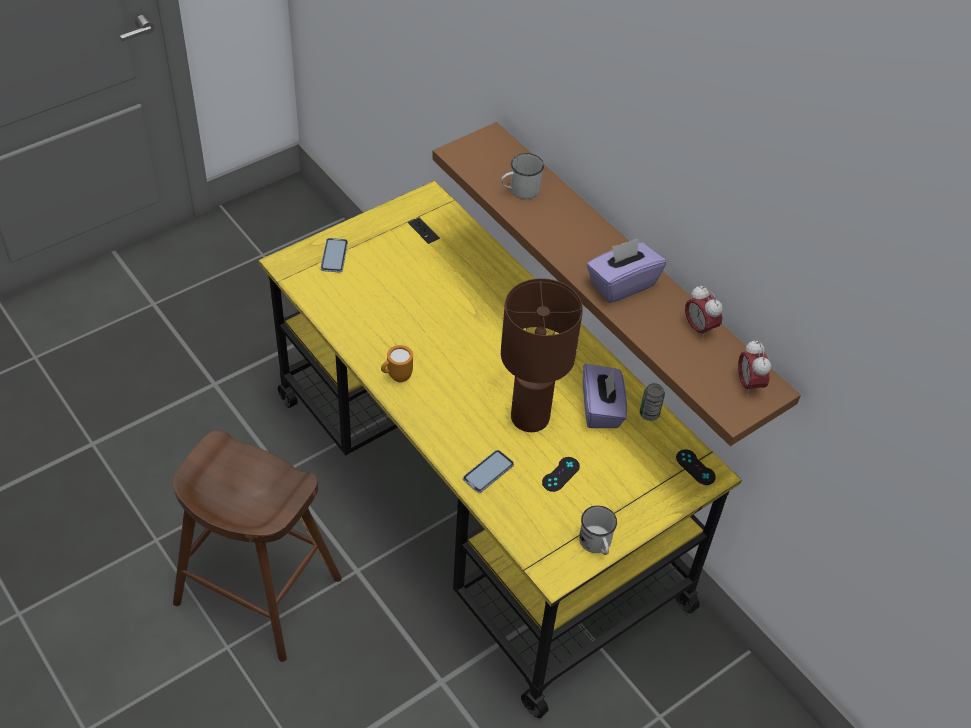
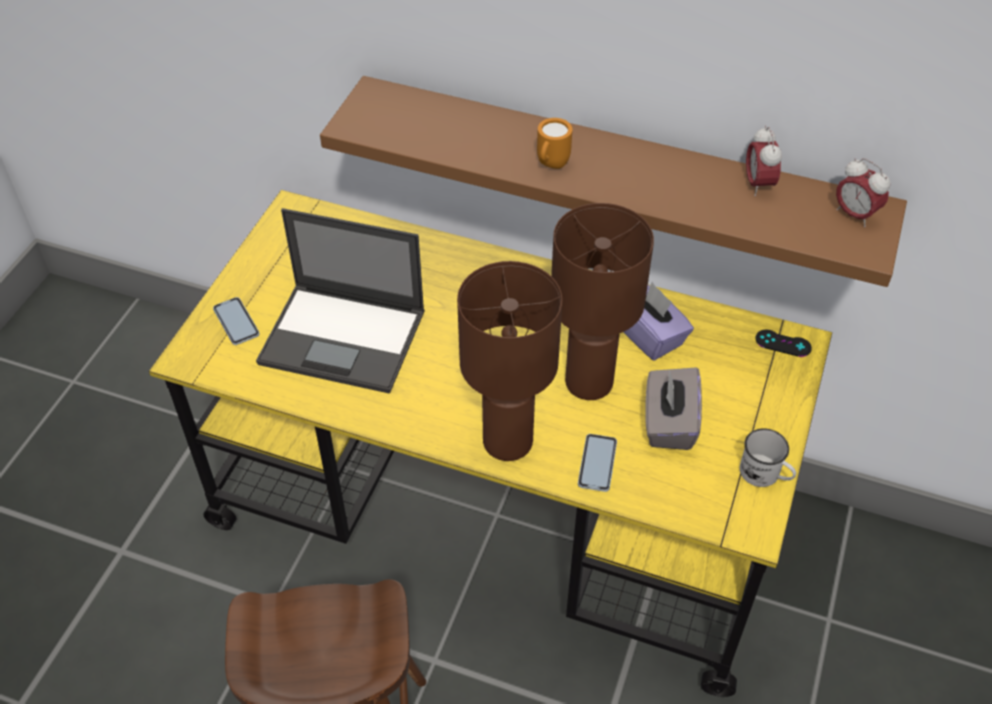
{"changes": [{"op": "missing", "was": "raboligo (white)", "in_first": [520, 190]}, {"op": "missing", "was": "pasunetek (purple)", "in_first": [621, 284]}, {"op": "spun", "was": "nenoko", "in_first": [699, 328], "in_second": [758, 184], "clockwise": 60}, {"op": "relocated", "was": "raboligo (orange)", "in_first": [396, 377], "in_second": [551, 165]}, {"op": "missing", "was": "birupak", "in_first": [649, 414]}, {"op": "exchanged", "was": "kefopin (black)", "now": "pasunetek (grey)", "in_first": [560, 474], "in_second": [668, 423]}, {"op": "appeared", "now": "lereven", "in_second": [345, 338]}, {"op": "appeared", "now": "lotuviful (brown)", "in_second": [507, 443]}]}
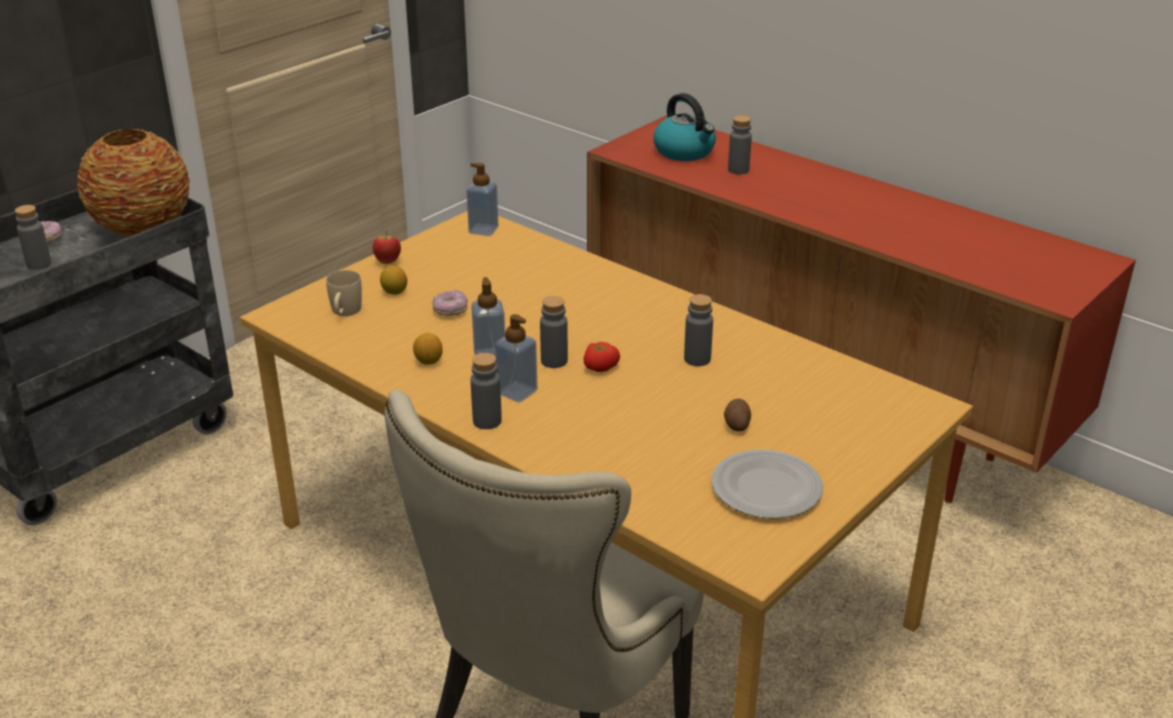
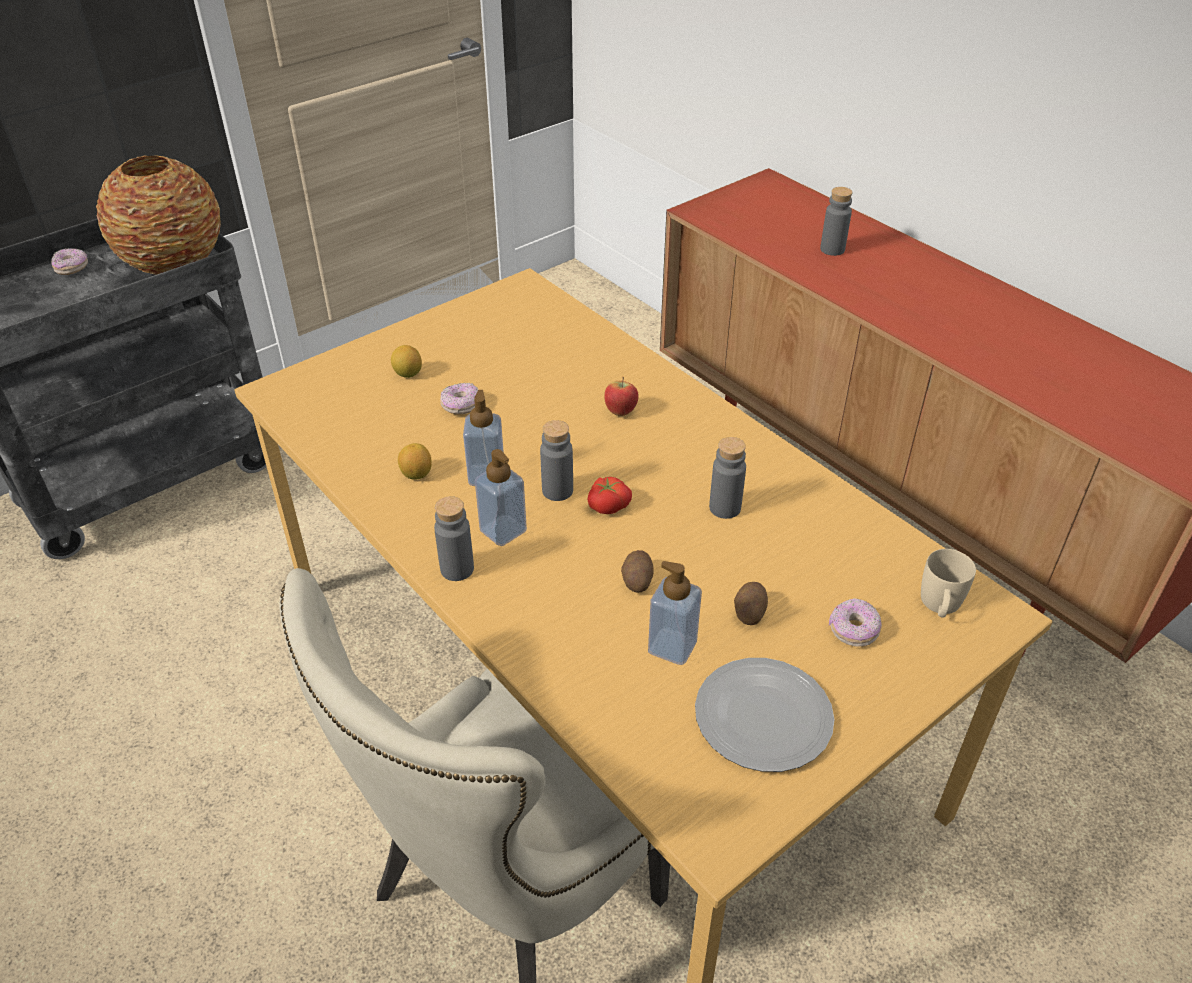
{"changes": [{"op": "missing", "was": "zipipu", "in_first": [685, 152]}, {"op": "relocated", "was": "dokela", "in_first": [483, 230], "in_second": [672, 647]}, {"op": "missing", "was": "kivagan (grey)", "in_first": [39, 264]}, {"op": "relocated", "was": "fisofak", "in_first": [387, 262], "in_second": [620, 412]}, {"op": "relocated", "was": "raboligo (beige)", "in_first": [345, 313], "in_second": [939, 606]}, {"op": "appeared", "now": "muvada", "in_second": [637, 580]}, {"op": "appeared", "now": "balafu", "in_second": [853, 630]}]}
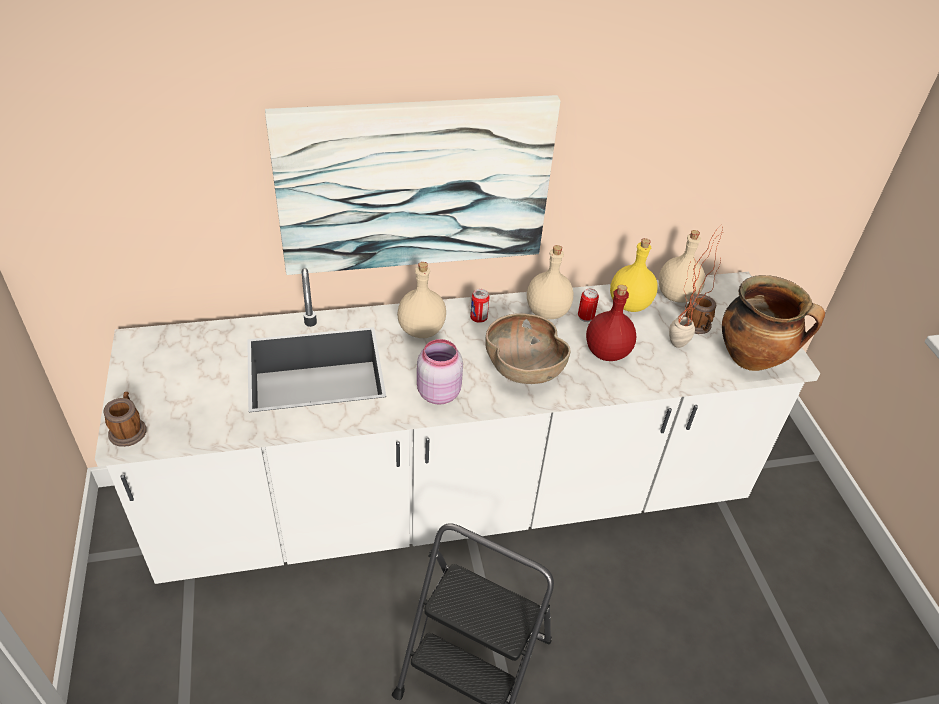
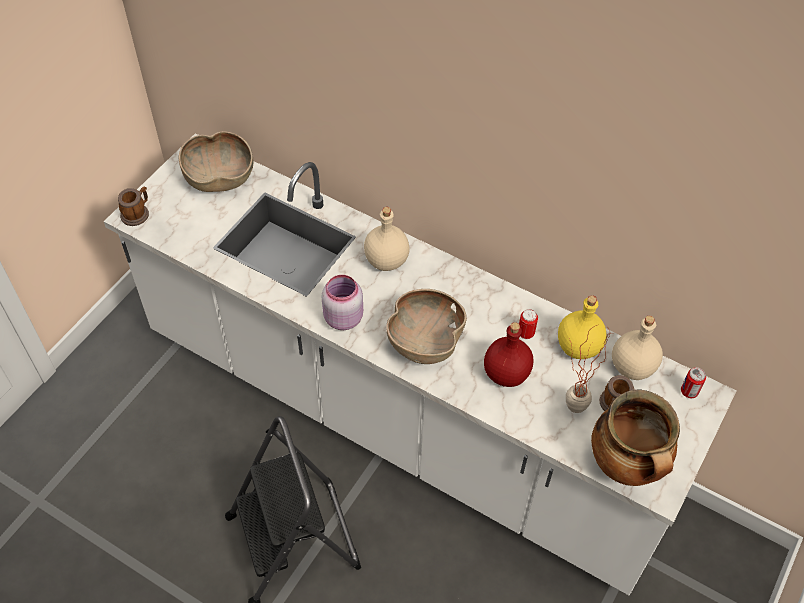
{"changes": [{"op": "missing", "was": "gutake", "in_first": [415, 185]}, {"op": "missing", "was": "kivagan (beige)", "in_first": [547, 312]}, {"op": "relocated", "was": "birupak", "in_first": [478, 318], "in_second": [689, 391]}, {"op": "appeared", "now": "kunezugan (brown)", "in_second": [219, 178]}]}
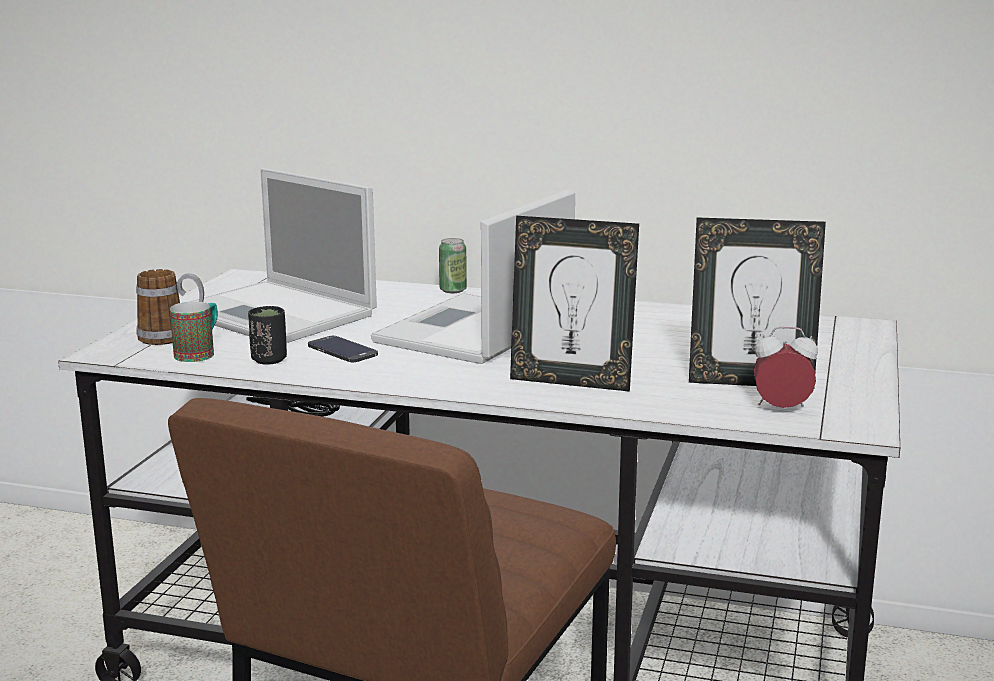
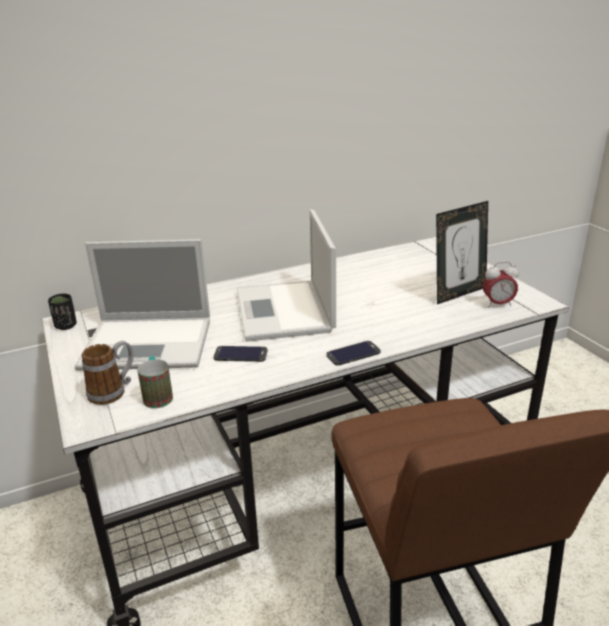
{"changes": [{"op": "missing", "was": "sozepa", "in_first": [571, 381]}, {"op": "missing", "was": "birupak", "in_first": [453, 290]}, {"op": "relocated", "was": "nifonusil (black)", "in_first": [269, 360], "in_second": [66, 326]}, {"op": "spun", "was": "nenoko", "in_first": [781, 409], "in_second": [497, 304], "clockwise": -150}, {"op": "appeared", "now": "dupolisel", "in_second": [353, 353]}]}
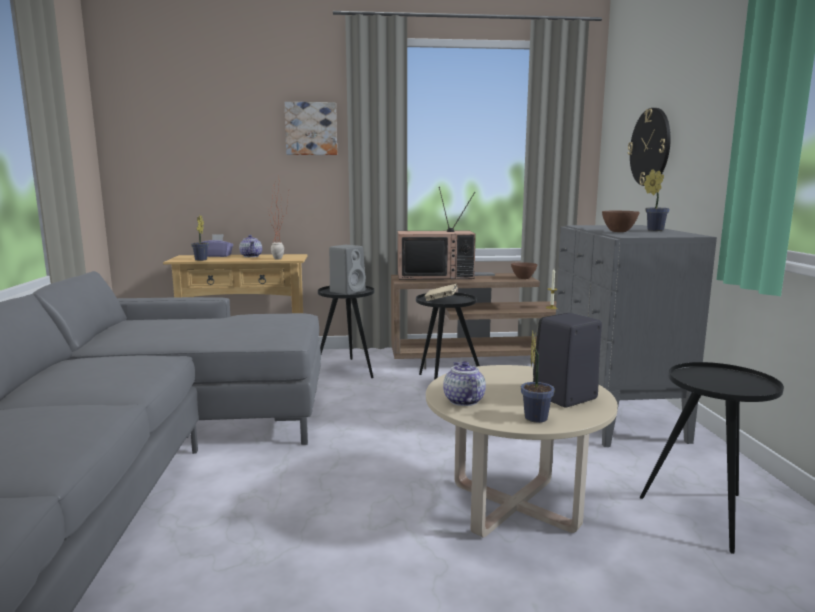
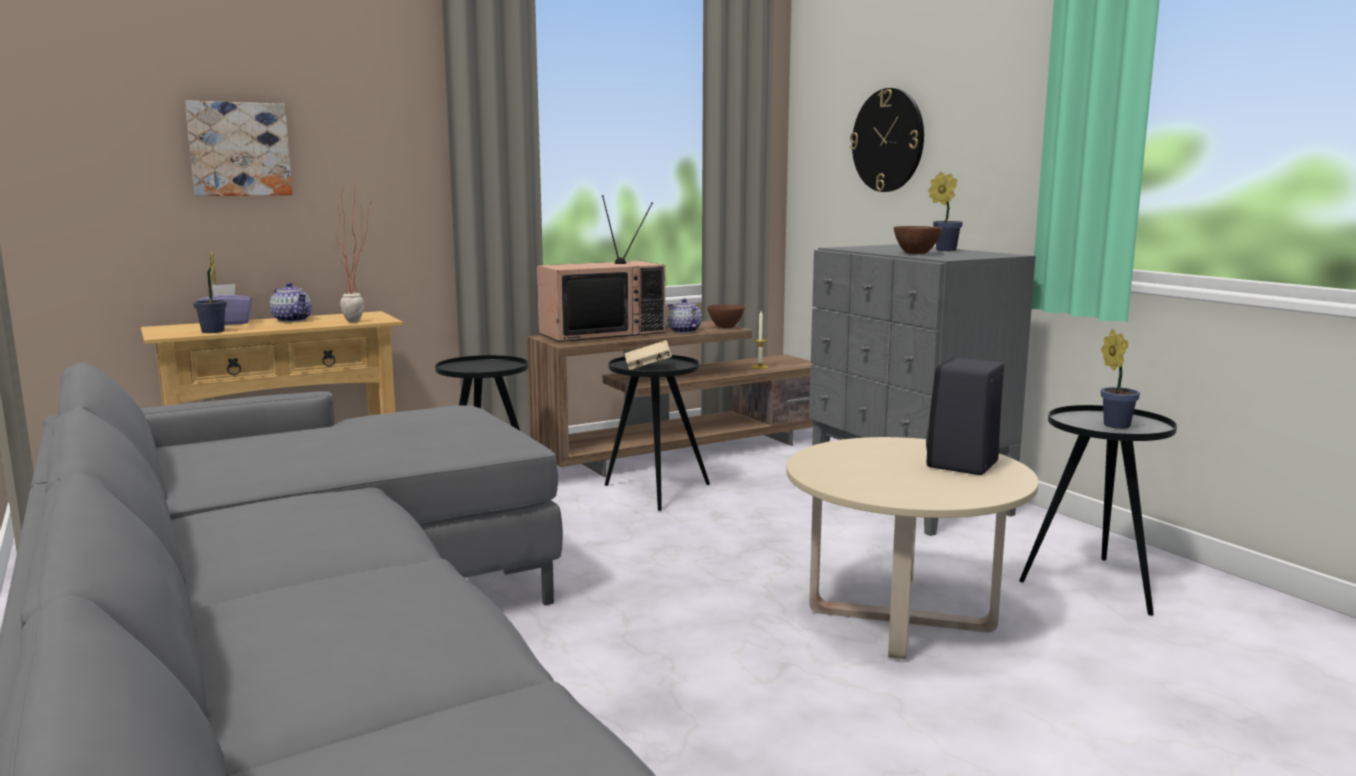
{"changes": [{"op": "relocated", "was": "gutake", "in_first": [311, 129], "in_second": [239, 149]}, {"op": "missing", "was": "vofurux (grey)", "in_first": [348, 291]}, {"op": "relocated", "was": "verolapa", "in_first": [536, 417], "in_second": [1114, 425]}, {"op": "relocated", "was": "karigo", "in_first": [463, 400], "in_second": [683, 331]}]}
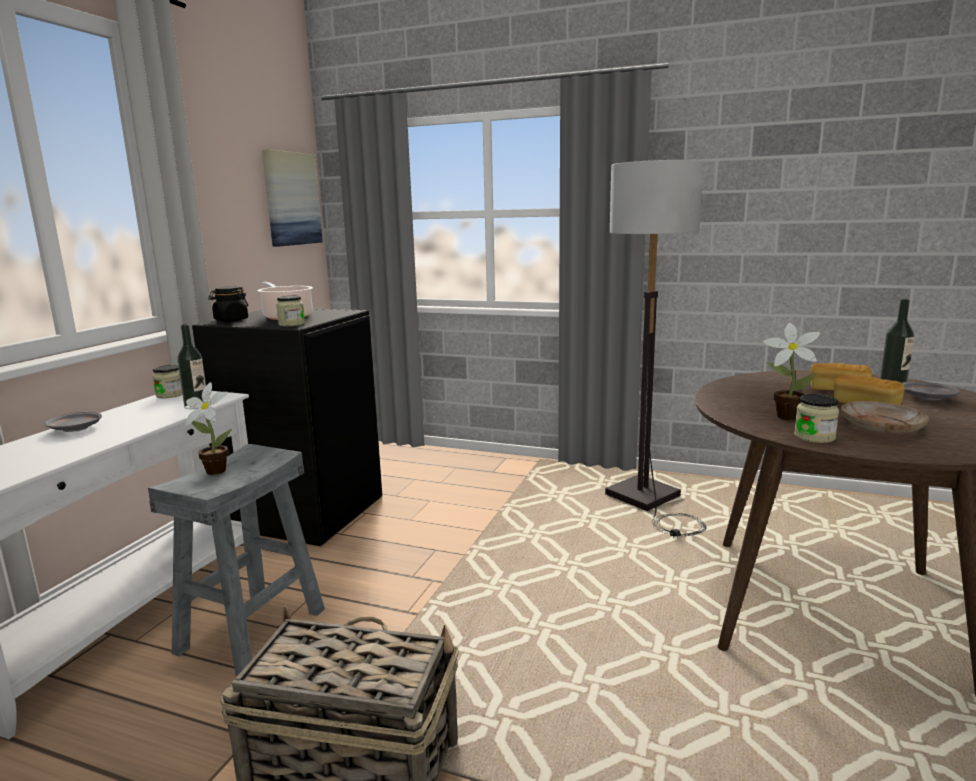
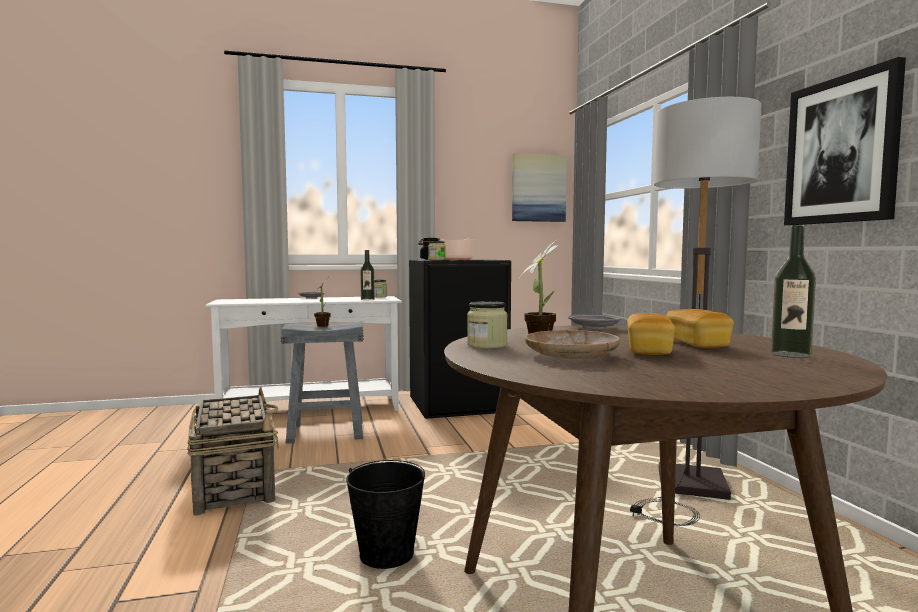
{"changes": [{"op": "relocated", "was": "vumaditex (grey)", "in_first": [928, 398], "in_second": [594, 328]}, {"op": "appeared", "now": "gutake", "in_second": [841, 150]}, {"op": "appeared", "now": "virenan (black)", "in_second": [386, 556]}]}
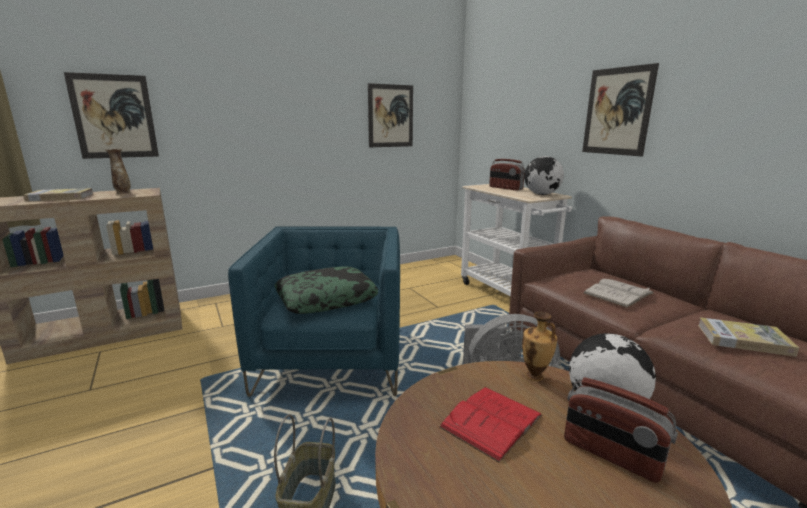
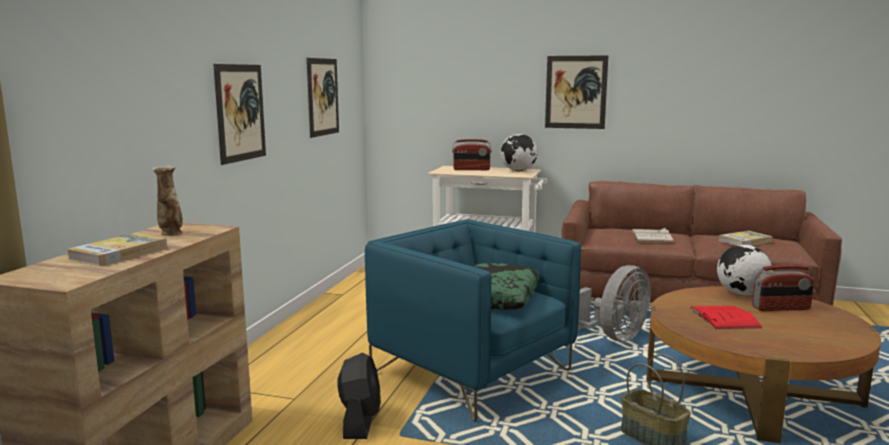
{"changes": [{"op": "relocated", "was": "gutake", "in_first": [114, 116], "in_second": [240, 112]}, {"op": "missing", "was": "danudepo", "in_first": [535, 377]}, {"op": "appeared", "now": "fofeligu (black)", "in_second": [360, 421]}]}
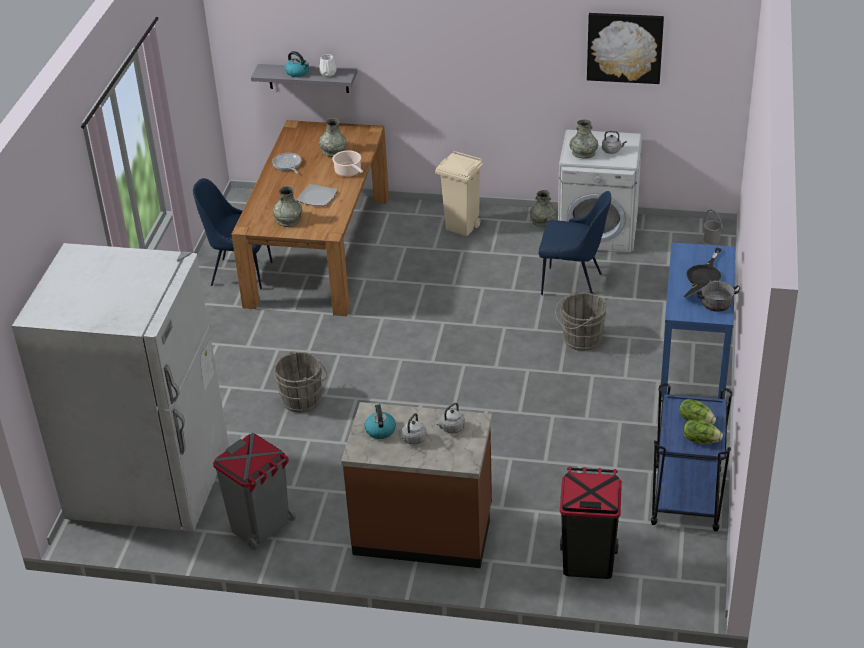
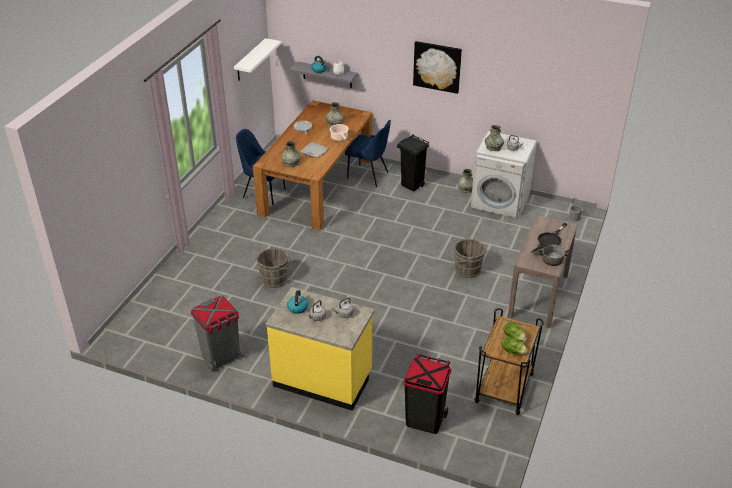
{"changes": [{"op": "relocated", "was": "gutake", "in_first": [624, 47], "in_second": [437, 66]}, {"op": "colour", "was": "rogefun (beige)", "now": "rogefun (black)", "in_first": [462, 227], "in_second": [412, 185]}, {"op": "relocated", "was": "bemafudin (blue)", "in_first": [572, 284], "in_second": [368, 175]}, {"op": "colour", "was": "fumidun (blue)", "now": "fumidun (brown)", "in_first": [694, 359], "in_second": [538, 296]}, {"op": "missing", "was": "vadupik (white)", "in_first": [149, 482]}, {"op": "colour", "was": "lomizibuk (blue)", "now": "lomizibuk (brown)", "in_first": [686, 499], "in_second": [504, 389]}, {"op": "colour", "was": "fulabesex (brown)", "now": "fulabesex (yellow)", "in_first": [423, 531], "in_second": [323, 379]}, {"op": "appeared", "now": "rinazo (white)", "in_second": [250, 60]}]}
